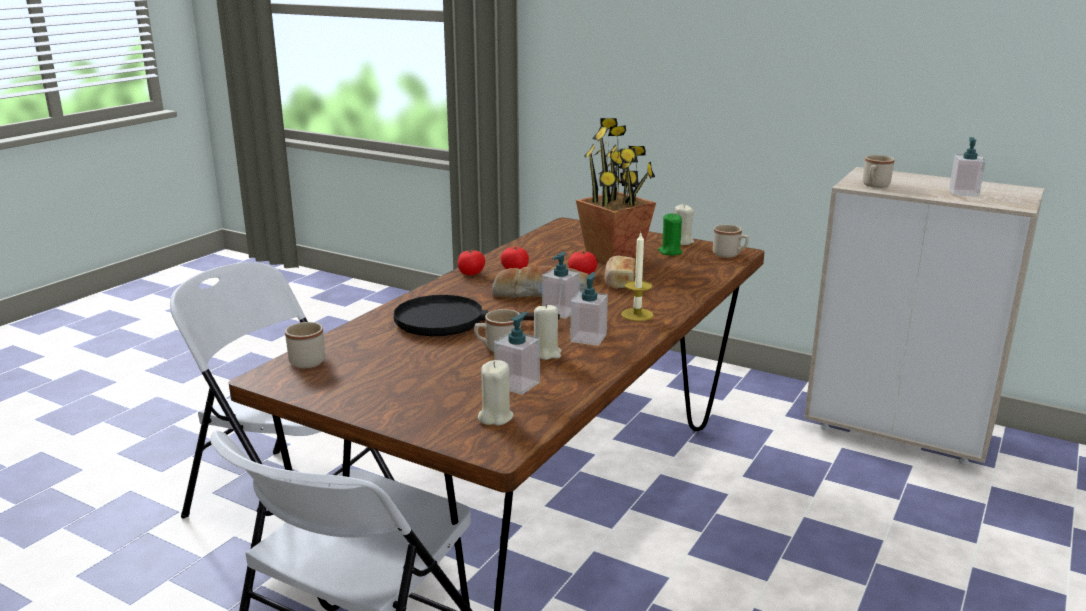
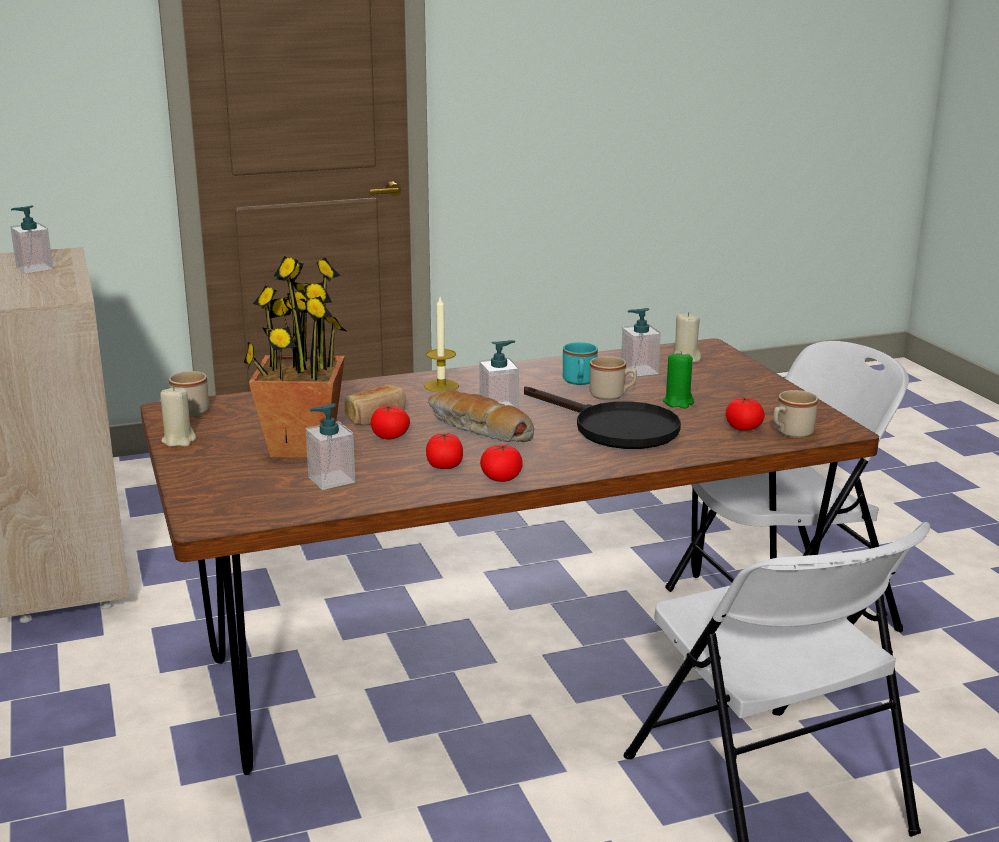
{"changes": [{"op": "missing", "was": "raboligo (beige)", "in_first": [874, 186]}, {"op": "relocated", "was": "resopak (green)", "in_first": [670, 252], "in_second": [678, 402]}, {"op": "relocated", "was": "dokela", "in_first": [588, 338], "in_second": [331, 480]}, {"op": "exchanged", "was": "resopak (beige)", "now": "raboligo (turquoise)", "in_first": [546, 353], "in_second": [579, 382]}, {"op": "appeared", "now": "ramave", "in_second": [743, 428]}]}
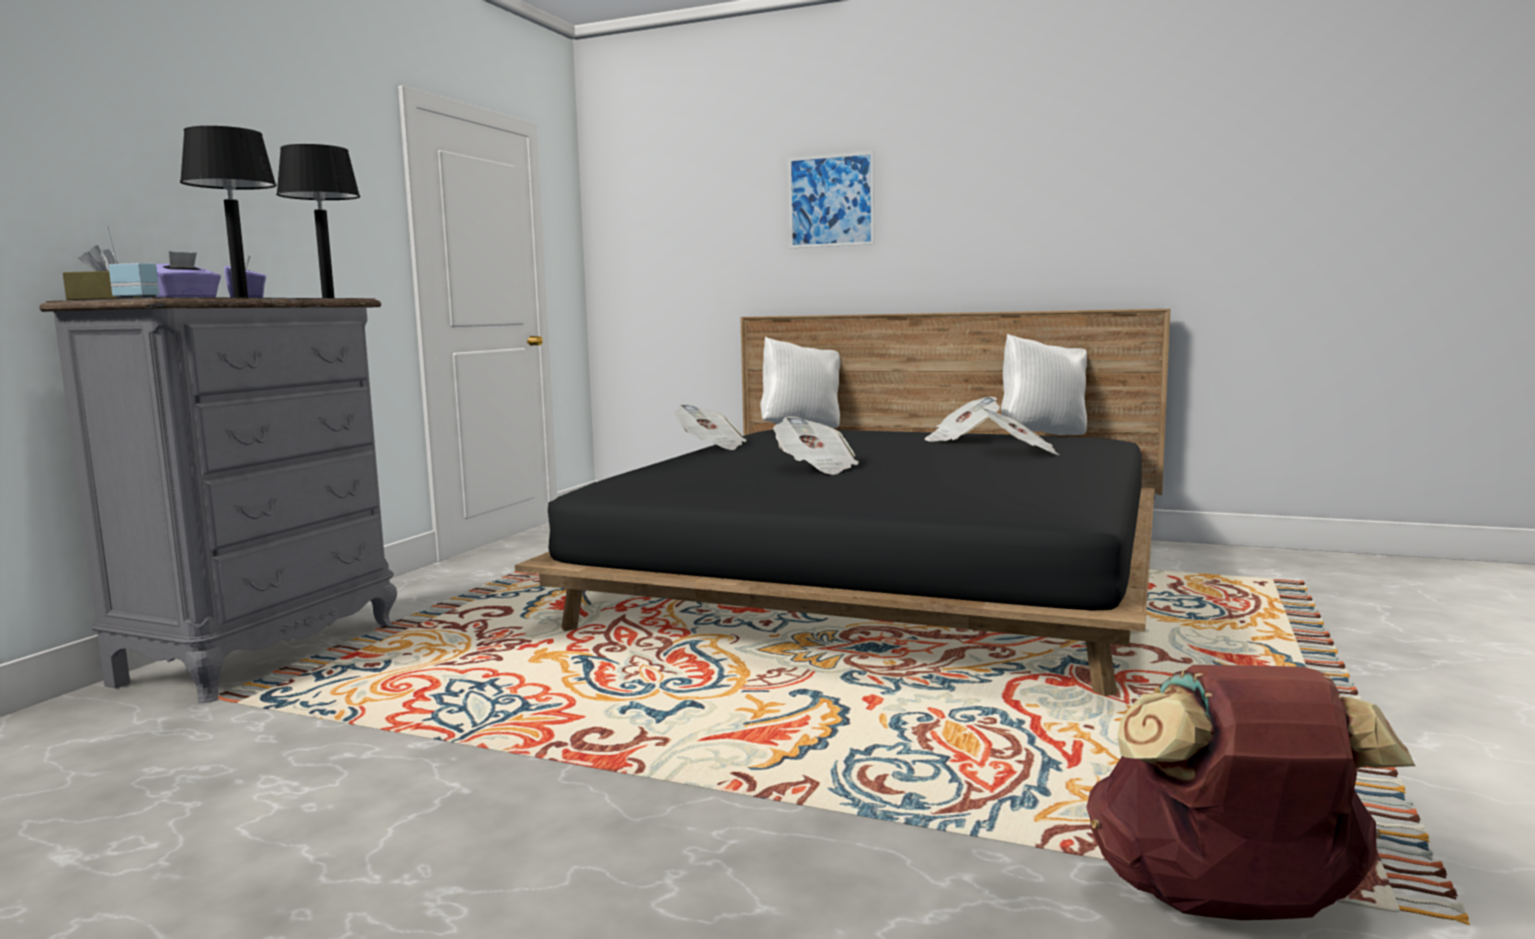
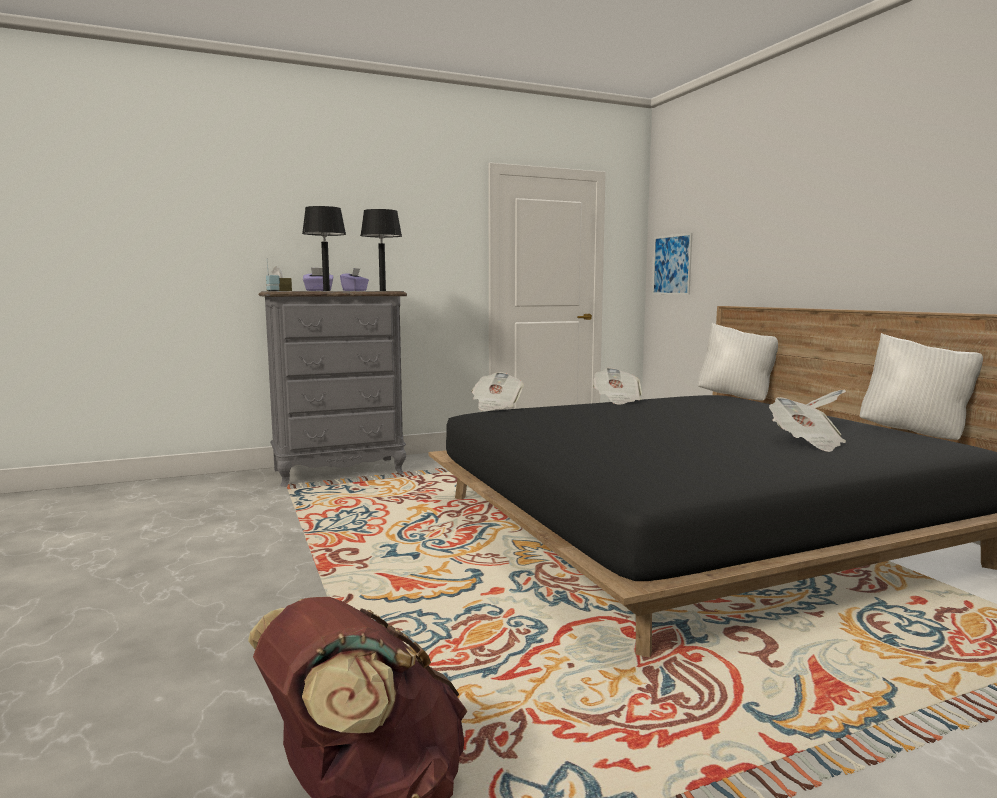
{"changes": [{"op": "relocated", "was": "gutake", "in_first": [831, 201], "in_second": [672, 265]}, {"op": "relocated", "was": "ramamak", "in_first": [816, 468], "in_second": [496, 406]}]}
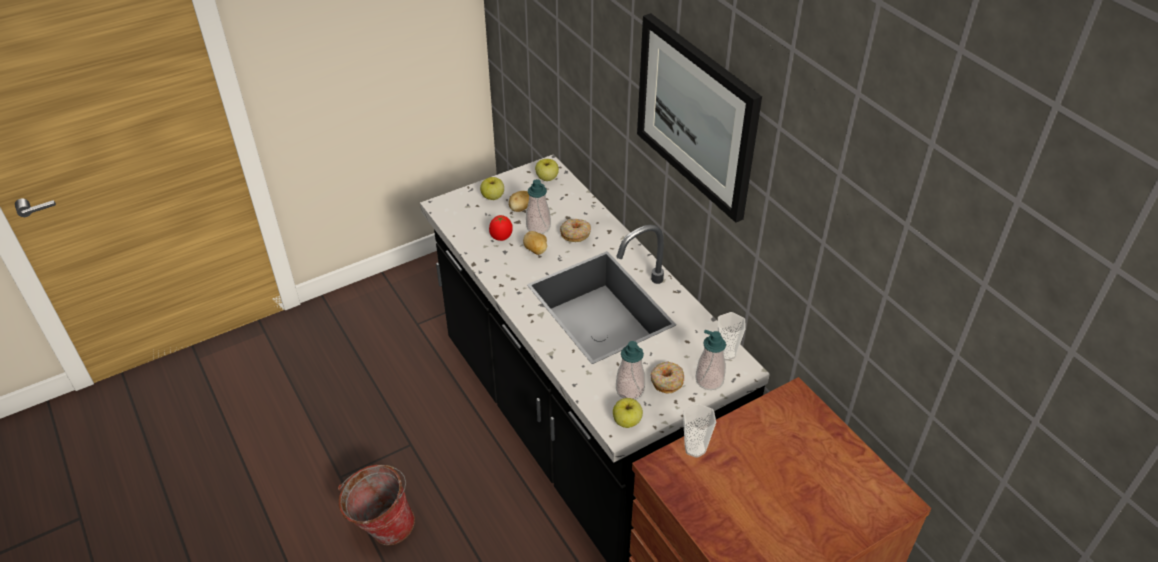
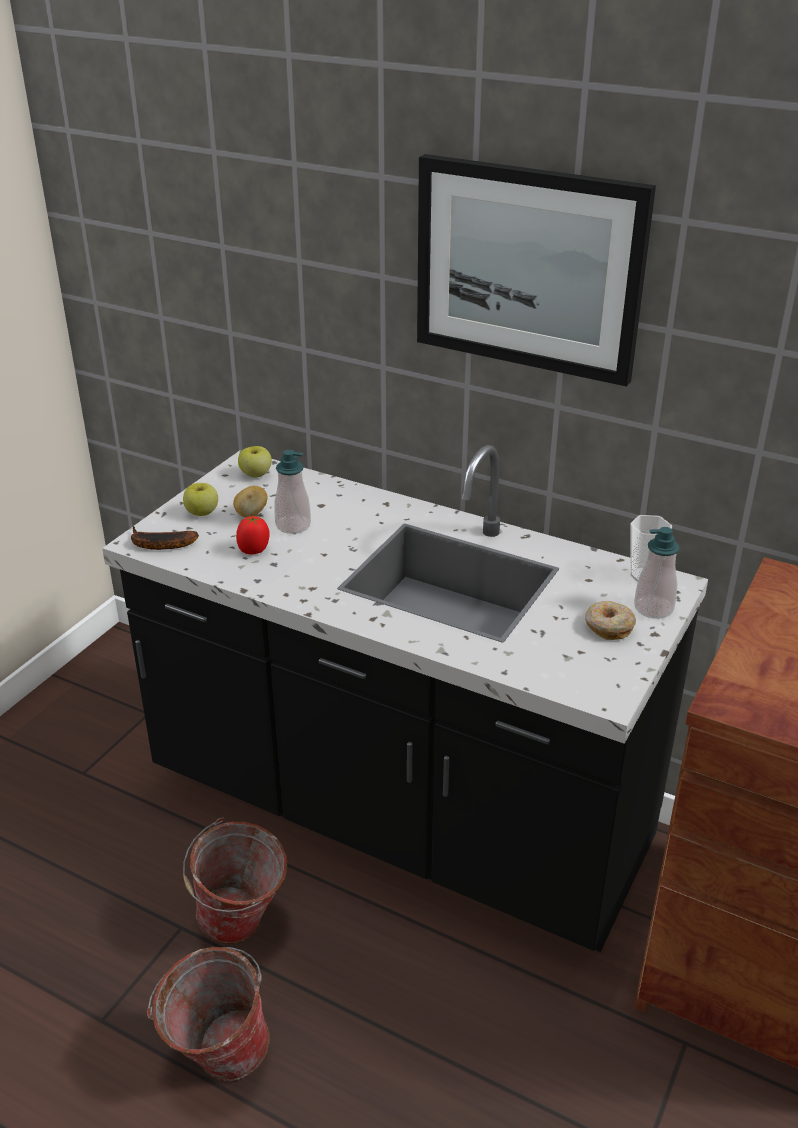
{"changes": [{"op": "missing", "was": "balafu", "in_first": [575, 234]}, {"op": "missing", "was": "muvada", "in_first": [536, 251]}, {"op": "missing", "was": "dokela", "in_first": [630, 390]}, {"op": "missing", "was": "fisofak", "in_first": [627, 421]}, {"op": "missing", "was": "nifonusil", "in_first": [695, 448]}, {"op": "appeared", "now": "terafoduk", "in_second": [158, 545]}, {"op": "appeared", "now": "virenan", "in_second": [242, 928]}]}
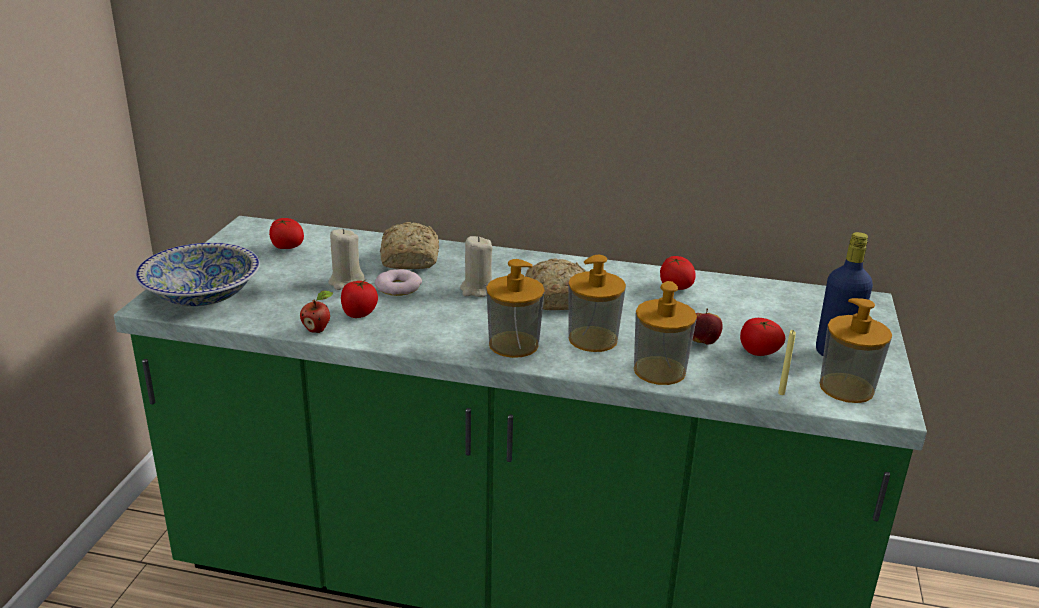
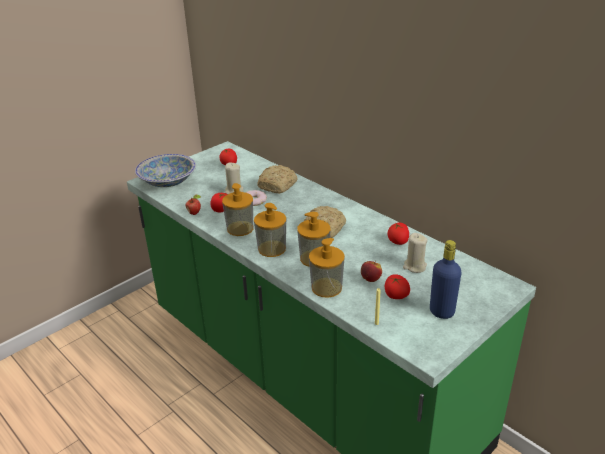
{"changes": [{"op": "relocated", "was": "resopak (beige)", "in_first": [477, 290], "in_second": [414, 266]}, {"op": "relocated", "was": "dokela", "in_first": [846, 388], "in_second": [240, 228]}]}
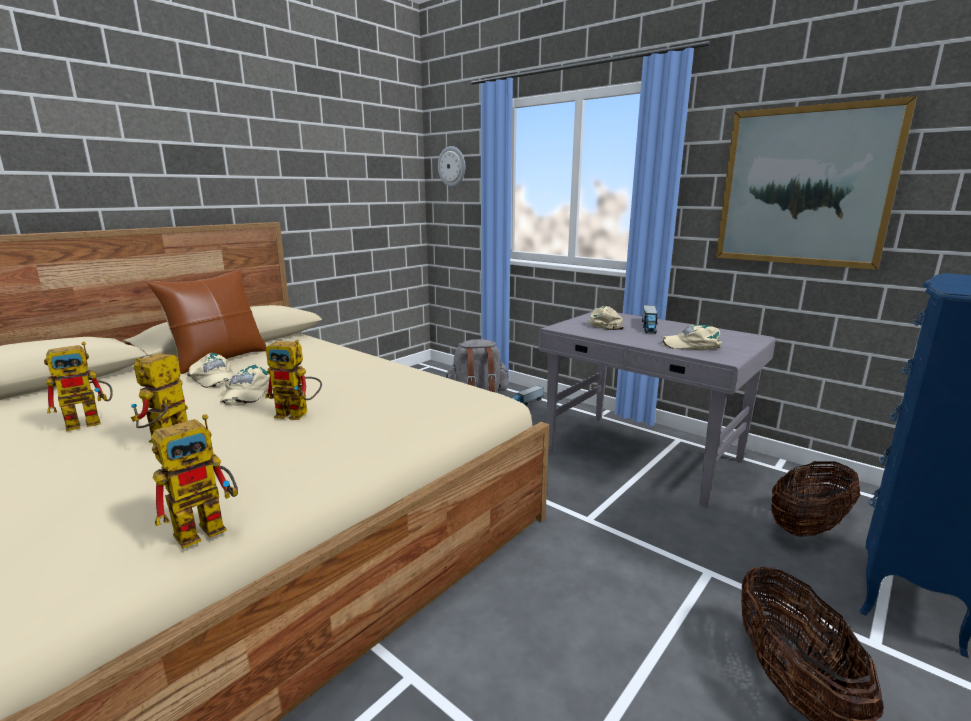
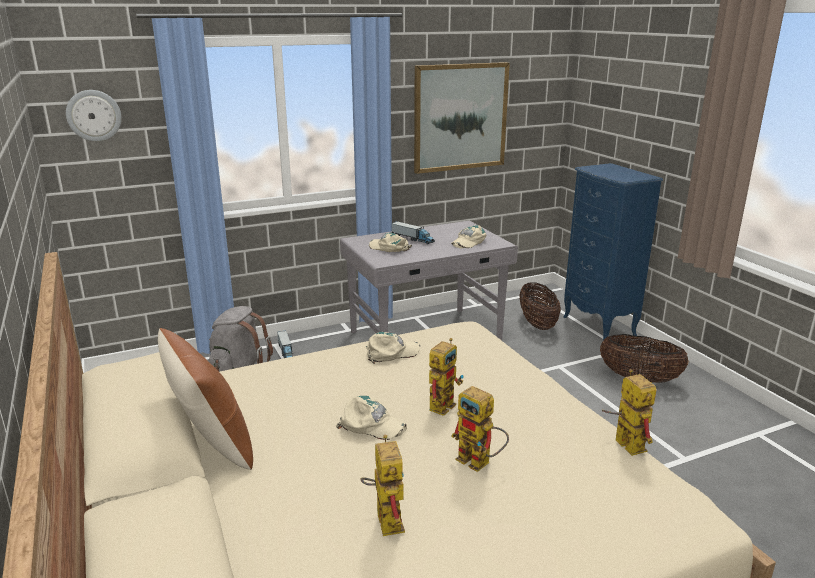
{"changes": [{"op": "relocated", "was": "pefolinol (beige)", "in_first": [213, 378], "in_second": [391, 352]}]}
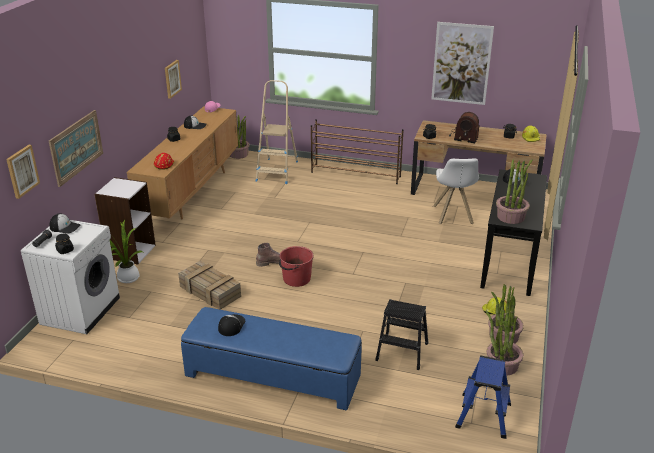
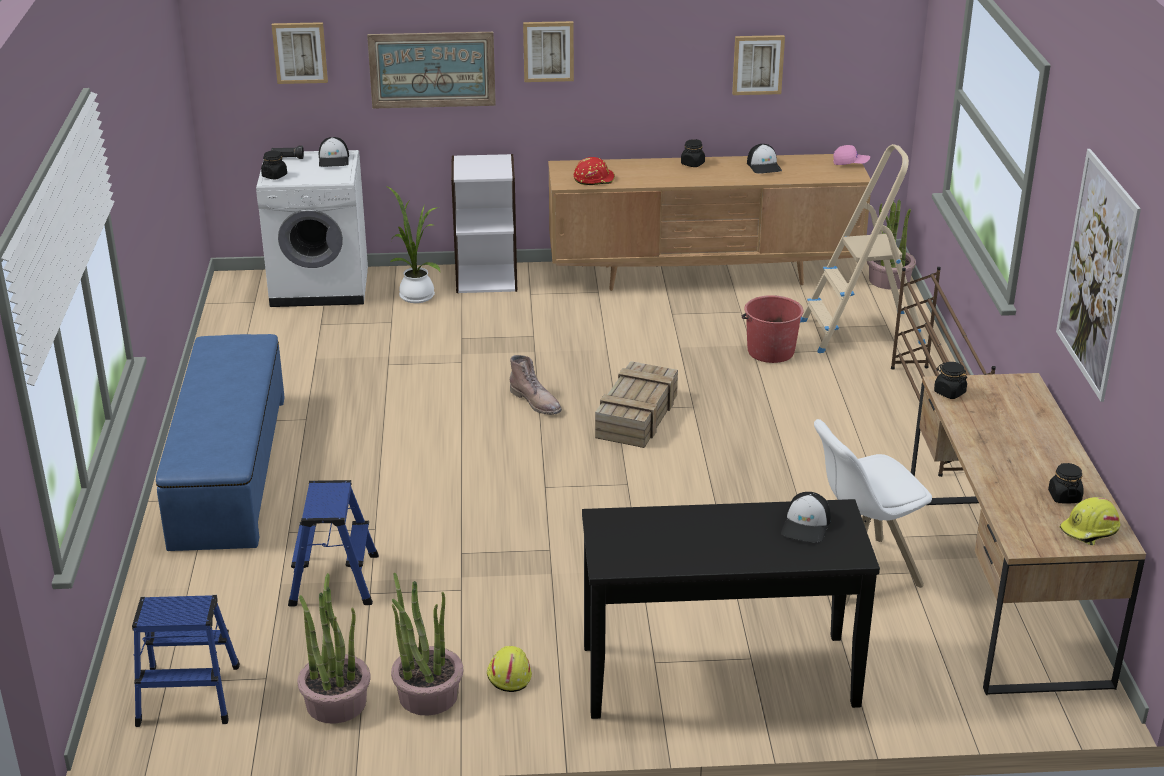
{"changes": [{"op": "missing", "was": "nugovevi", "in_first": [463, 136]}, {"op": "missing", "was": "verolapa", "in_first": [511, 216]}, {"op": "relocated", "was": "virenan (red)", "in_first": [296, 279], "in_second": [770, 351]}, {"op": "relocated", "was": "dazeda", "in_first": [209, 291], "in_second": [636, 415]}, {"op": "colour", "was": "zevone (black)", "now": "zevone (blue)", "in_first": [402, 351], "in_second": [334, 579]}, {"op": "missing", "was": "pefolinol", "in_first": [231, 325]}, {"op": "appeared", "now": "gutake", "in_second": [548, 51]}]}
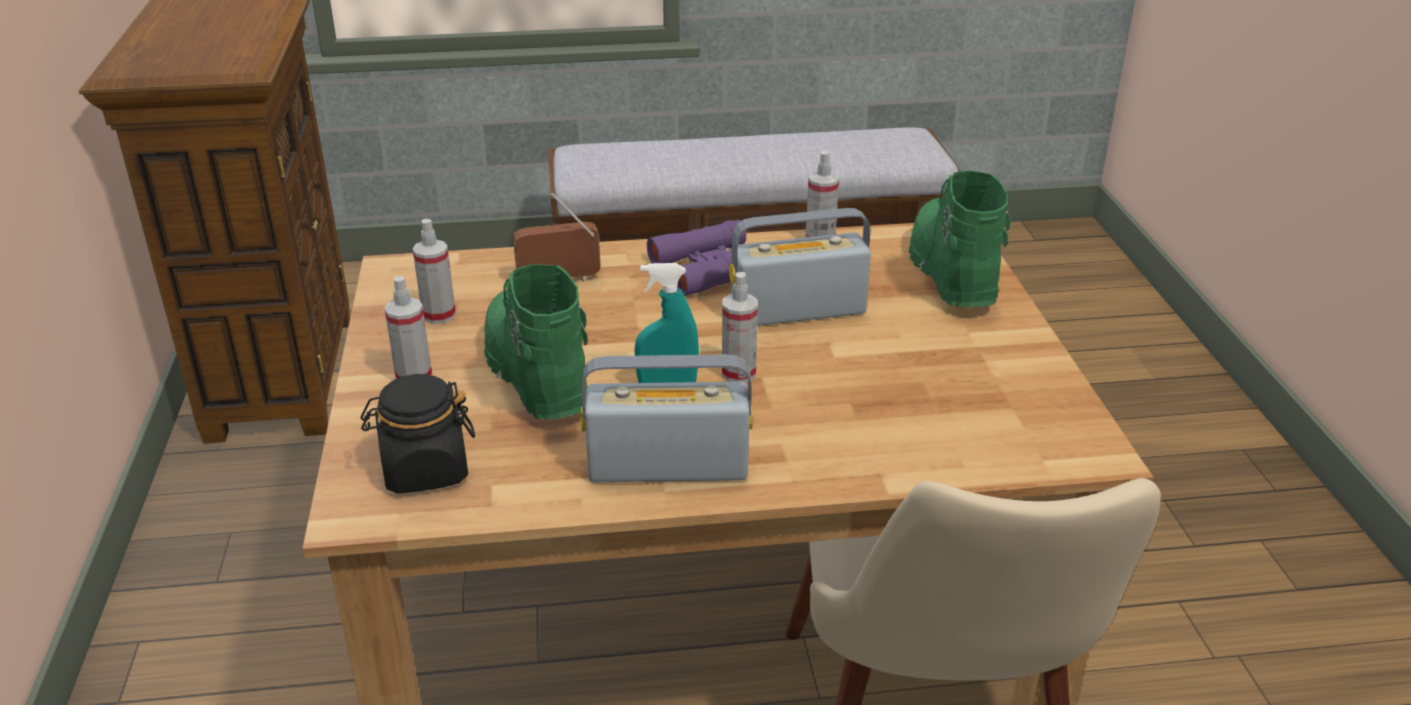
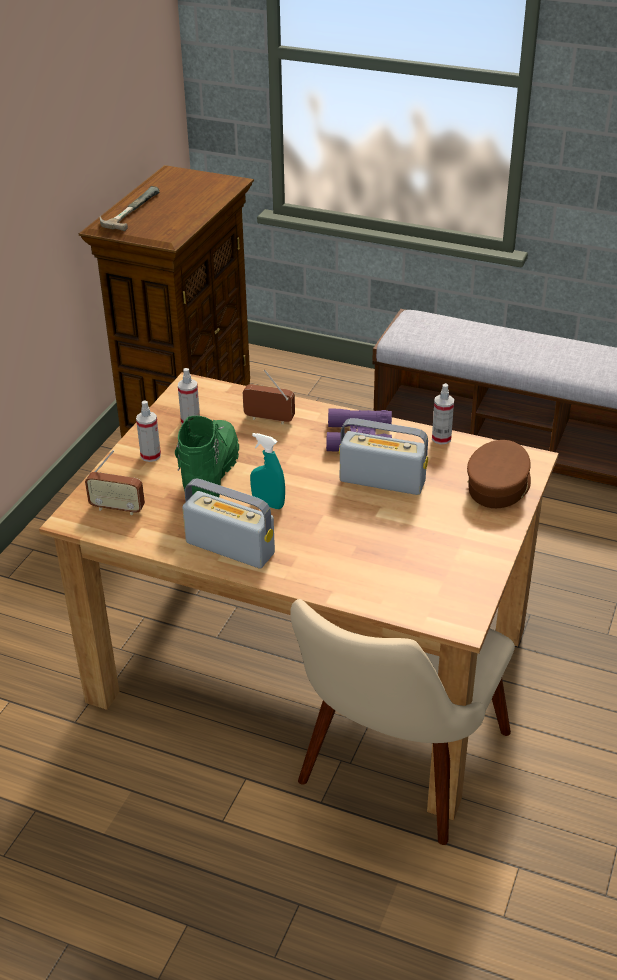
{"changes": [{"op": "exchanged", "was": "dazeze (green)", "now": "pefolinol (brown)", "in_first": [950, 273], "in_second": [498, 486]}, {"op": "missing", "was": "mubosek", "in_first": [738, 373]}, {"op": "exchanged", "was": "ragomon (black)", "now": "nugovevi", "in_first": [425, 470], "in_second": [117, 508]}, {"op": "appeared", "now": "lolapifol", "in_second": [128, 210]}]}
